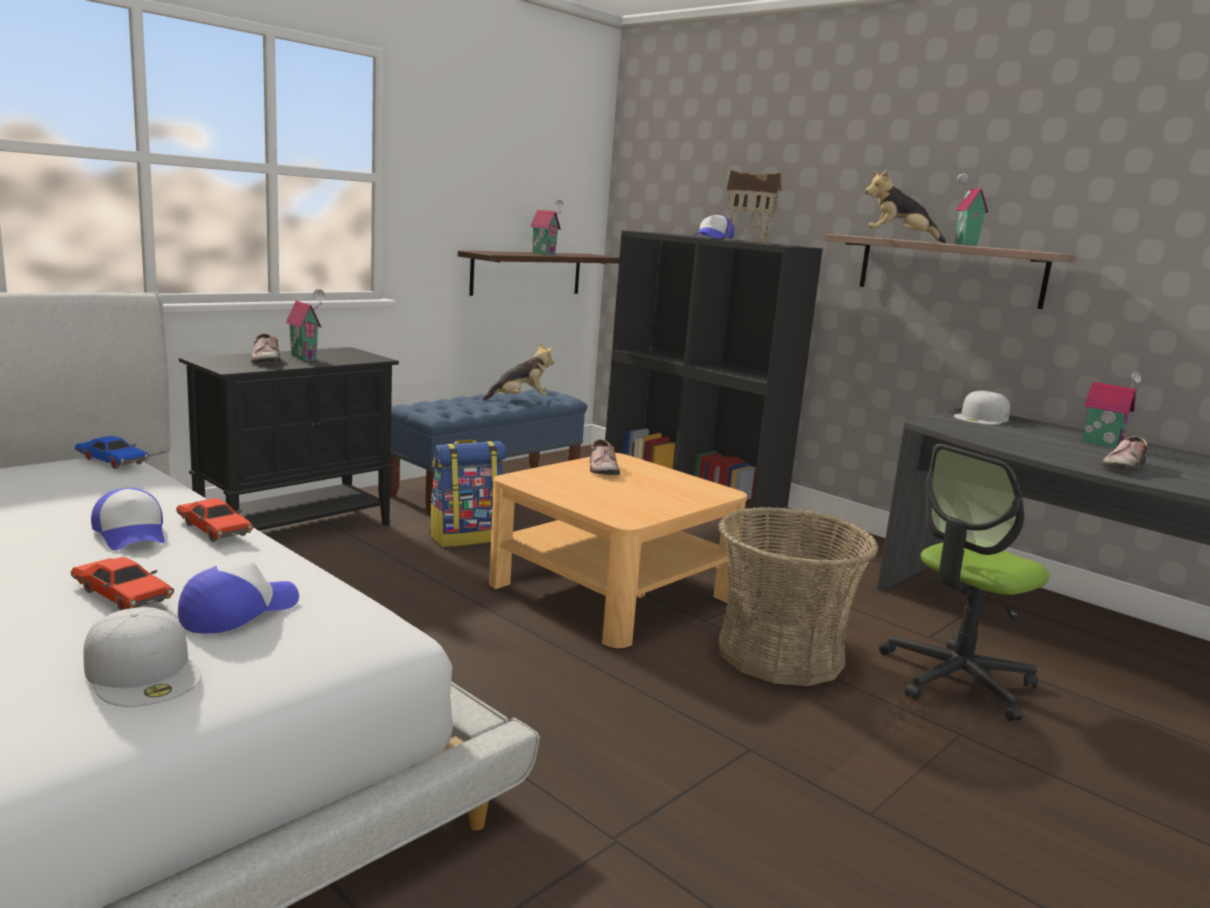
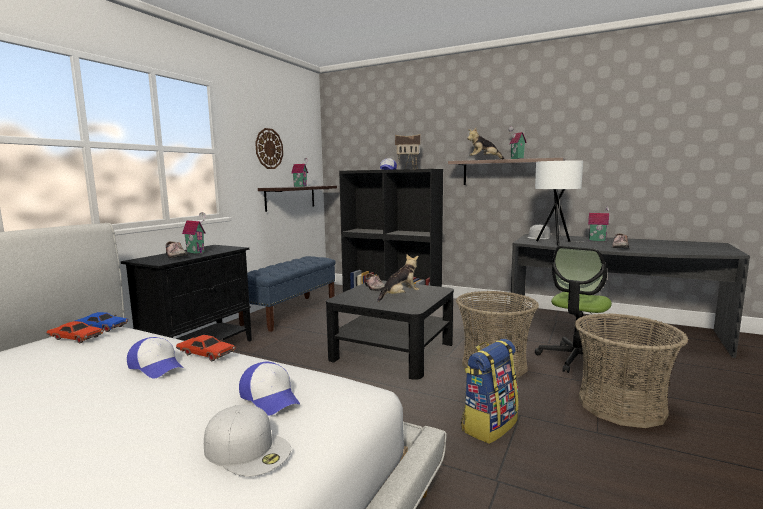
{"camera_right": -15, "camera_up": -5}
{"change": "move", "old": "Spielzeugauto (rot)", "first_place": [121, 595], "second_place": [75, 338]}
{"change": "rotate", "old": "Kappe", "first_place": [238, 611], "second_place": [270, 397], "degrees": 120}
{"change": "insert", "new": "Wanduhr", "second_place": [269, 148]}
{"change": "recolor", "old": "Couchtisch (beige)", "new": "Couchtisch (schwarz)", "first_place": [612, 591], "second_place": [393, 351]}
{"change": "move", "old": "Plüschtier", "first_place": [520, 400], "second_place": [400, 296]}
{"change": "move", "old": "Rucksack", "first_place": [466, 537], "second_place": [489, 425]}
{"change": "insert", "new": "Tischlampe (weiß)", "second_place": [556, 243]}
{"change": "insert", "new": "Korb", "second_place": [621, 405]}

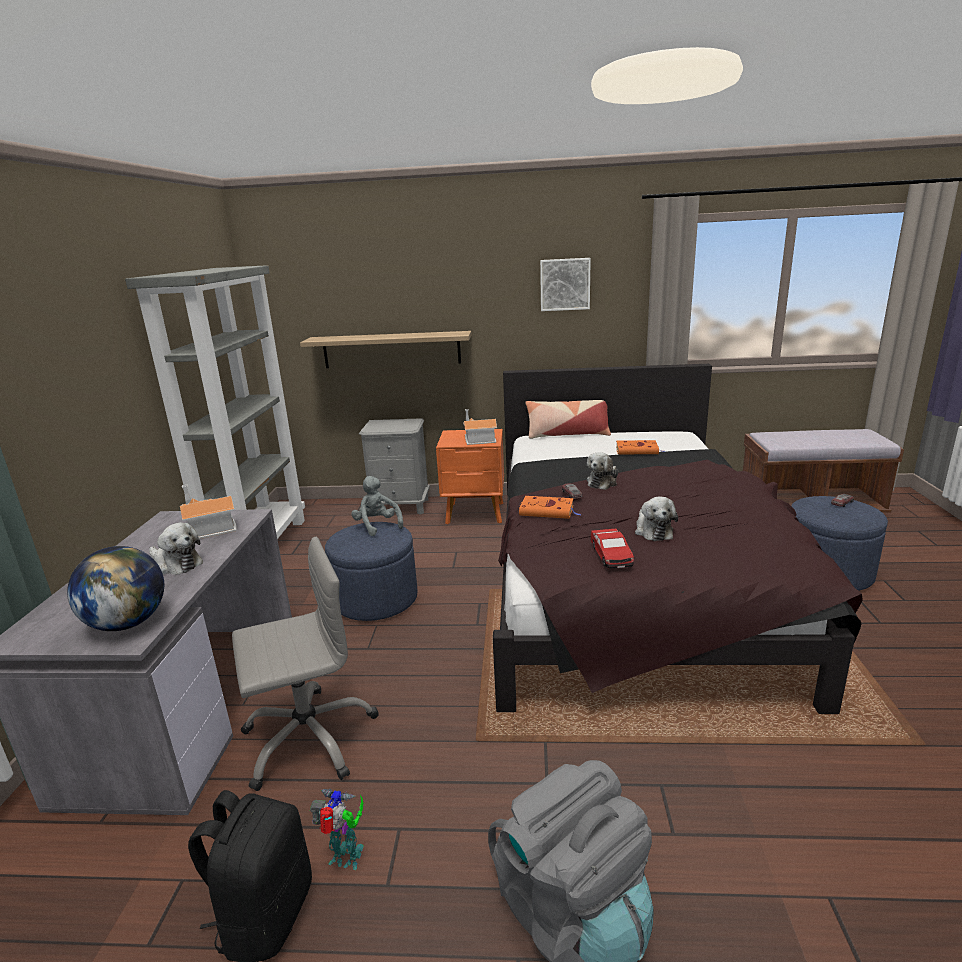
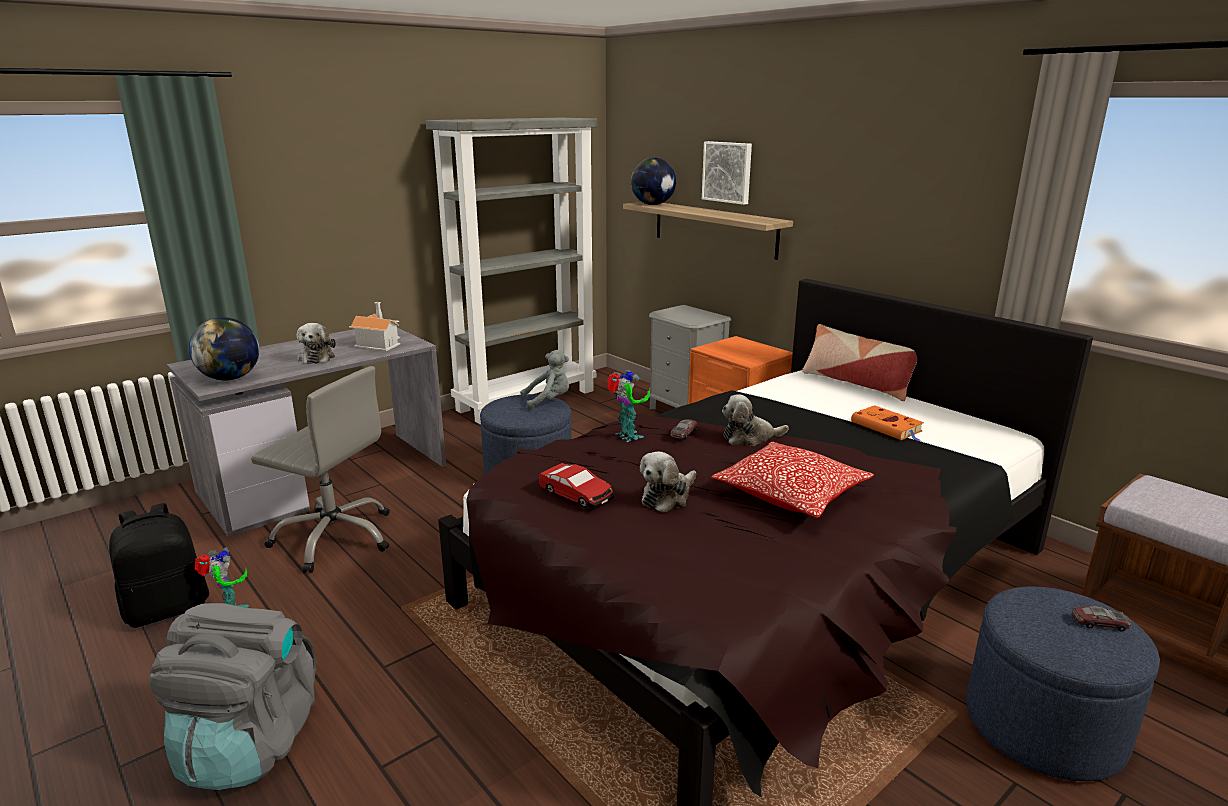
{"camera_right": 45, "camera_up": 0}
{"change": "rotate", "old": "Plüschtier (grau)", "first_place": [377, 525], "second_place": [548, 401], "degrees": 60}
{"change": "rotate", "old": "Spielzeugauto", "first_place": [611, 555], "second_place": [576, 494], "degrees": -90}
{"change": "replace", "old": "Buch (orange)", "new": "Spielzeugroboter", "first_place": [548, 511], "second_place": [627, 437]}
{"change": "insert", "new": "Globus", "second_place": [653, 204]}
{"change": "move", "old": "Bild", "first_place": [565, 284], "second_place": [728, 172]}
{"change": "insert", "new": "Kissen", "second_place": [790, 495]}
{"change": "delete", "old": "Spielzeughaus", "first_place": [477, 439]}

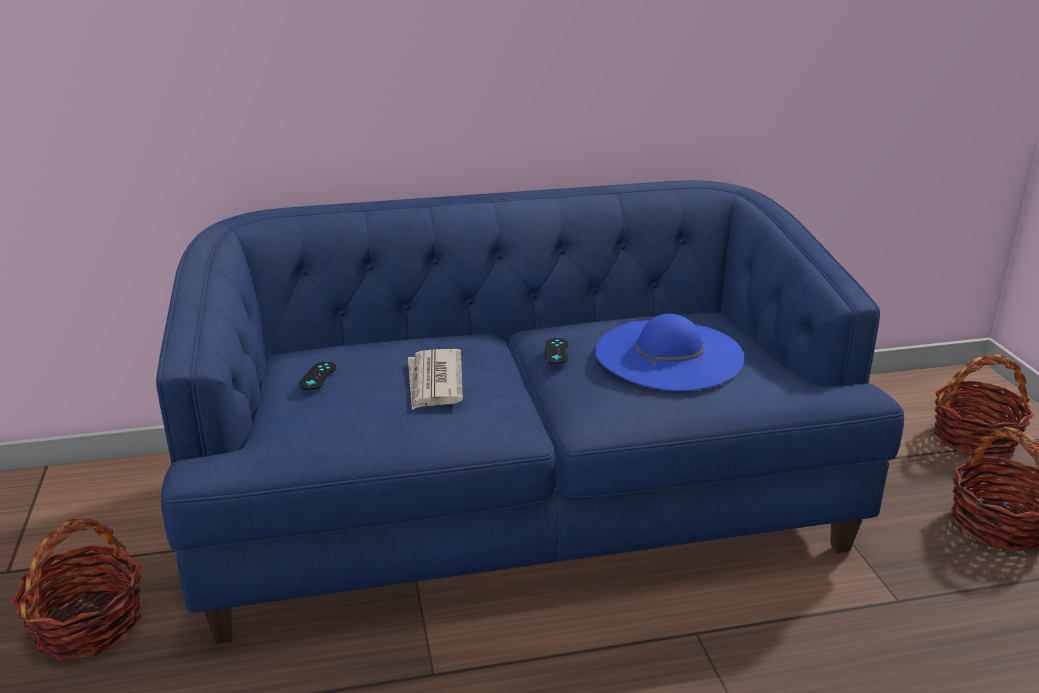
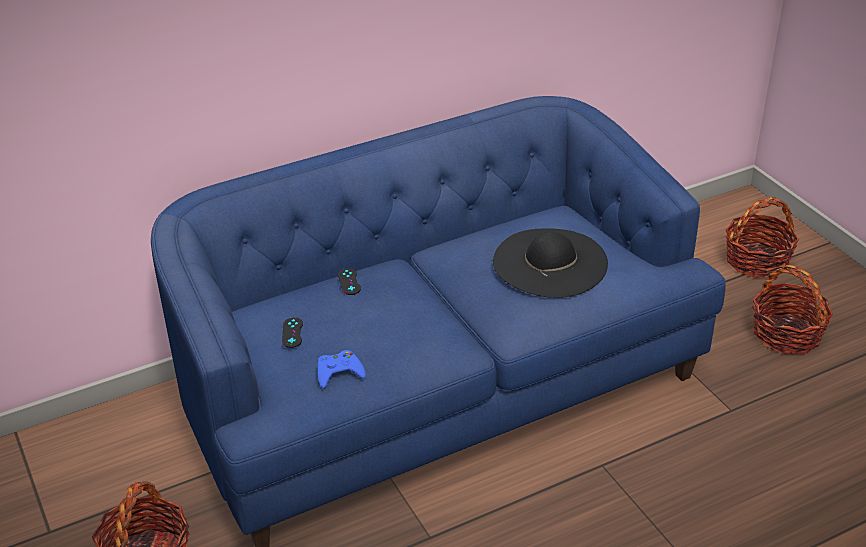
{"camera_right": -15, "camera_up": 10}
{"change": "insert", "new": "Gamepad (blau)", "second_place": [339, 372]}
{"change": "move", "old": "Gamepad (schwarz)", "first_place": [556, 351], "second_place": [349, 282]}
{"change": "recolor", "old": "Hut (blau)", "new": "Hut (schwarz)", "first_place": [668, 354], "second_place": [550, 262]}
{"change": "delete", "old": "Zeitung", "first_place": [434, 382]}

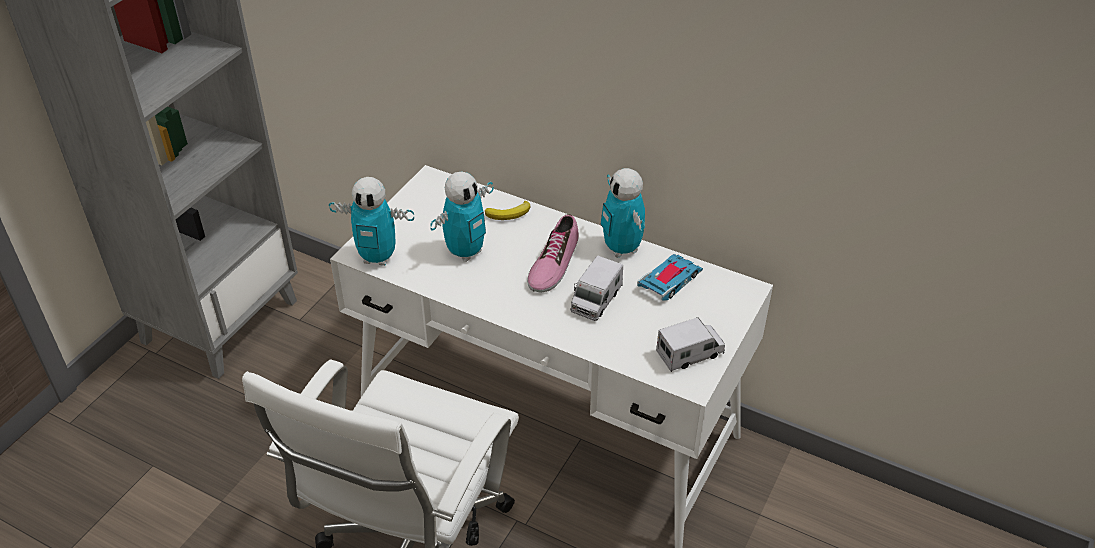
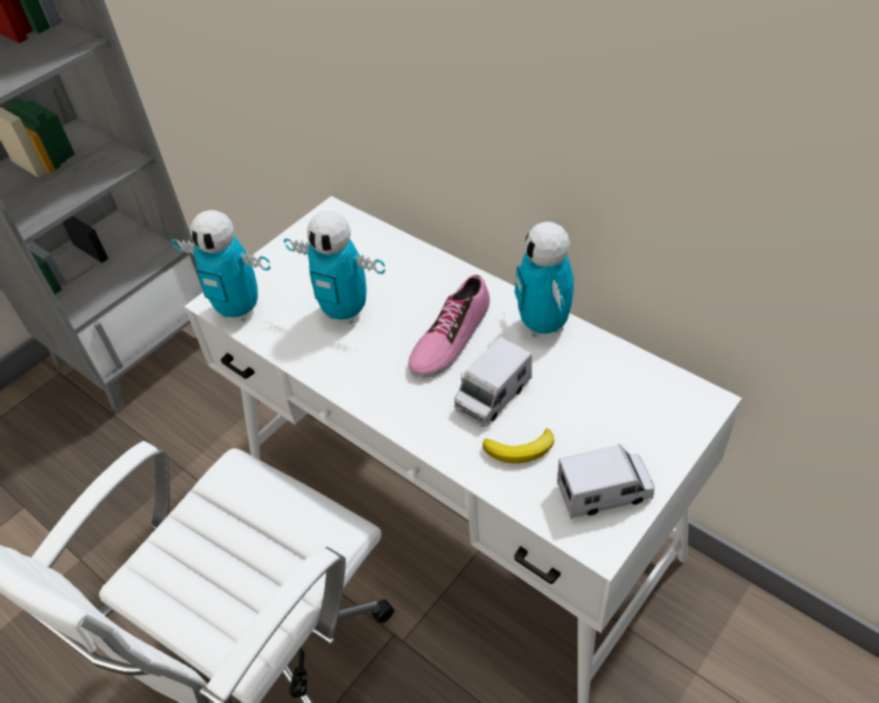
{"camera_right": 15, "camera_up": 5}
{"change": "rotate", "old": "Spielzeugroboter", "first_place": [465, 252], "second_place": [345, 312], "degrees": 60}
{"change": "move", "old": "Banane", "first_place": [509, 214], "second_place": [521, 450]}
{"change": "delete", "old": "Spielzeugauto", "first_place": [670, 280]}

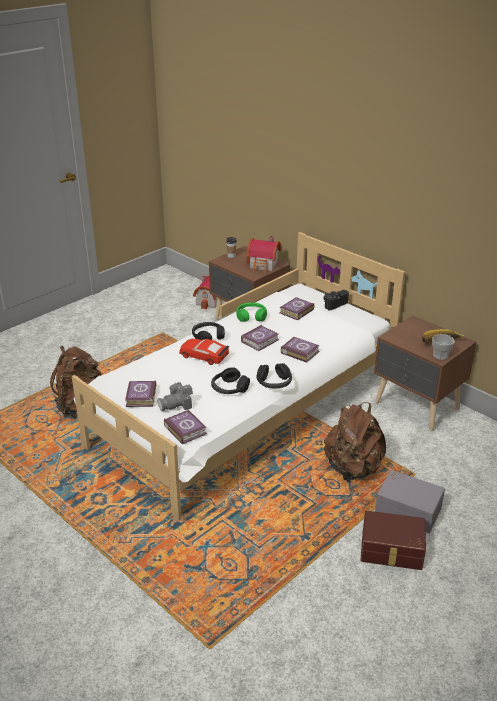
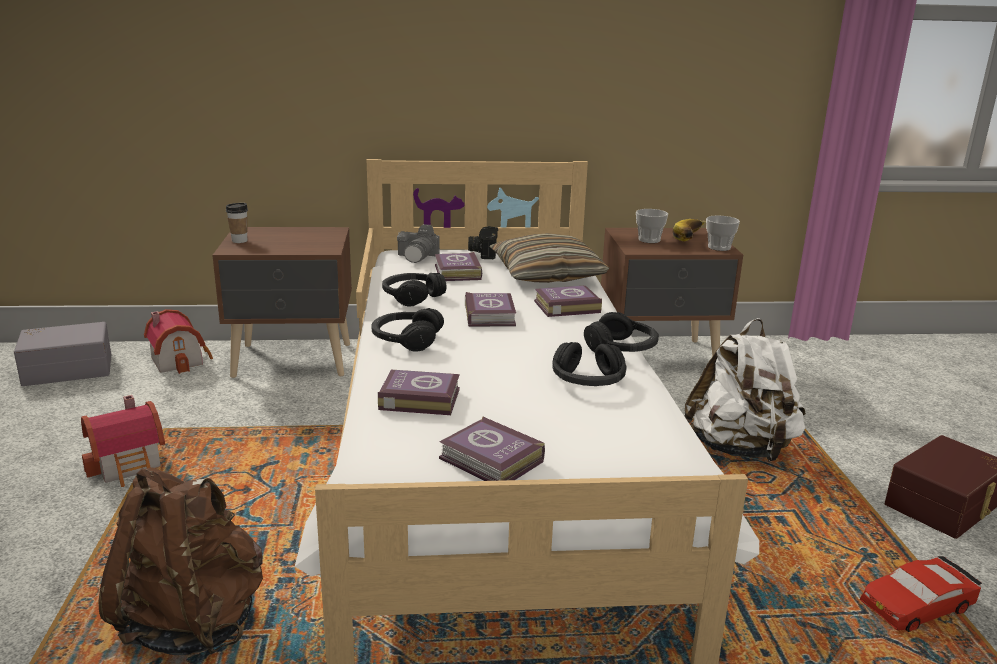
{"camera_right": -50, "camera_up": -10}
{"change": "move", "old": "Aufbewahrungsbox (grau)", "first_place": [408, 509], "second_place": [68, 368]}
{"change": "move", "old": "Spielzeughaus", "first_place": [264, 265], "second_place": [130, 465]}
{"change": "move", "old": "Buch", "first_place": [185, 429], "second_place": [418, 398]}
{"change": "recolor", "old": "Kopfhörer (grün)", "new": "Kopfhörer (schwarz)", "first_place": [251, 316], "second_place": [412, 297]}
{"change": "move", "old": "Kamera", "first_place": [177, 404], "second_place": [418, 256]}
{"change": "insert", "new": "Kissen", "second_place": [546, 274]}
{"change": "insert", "new": "Tasse", "second_place": [649, 240]}
{"change": "recolor", "old": "Rucksack (braun)", "new": "Rucksack (weiß)", "first_place": [352, 469], "second_place": [739, 449]}
{"change": "move", "old": "Spielzeugauto (rot)", "first_place": [204, 356], "second_place": [916, 605]}

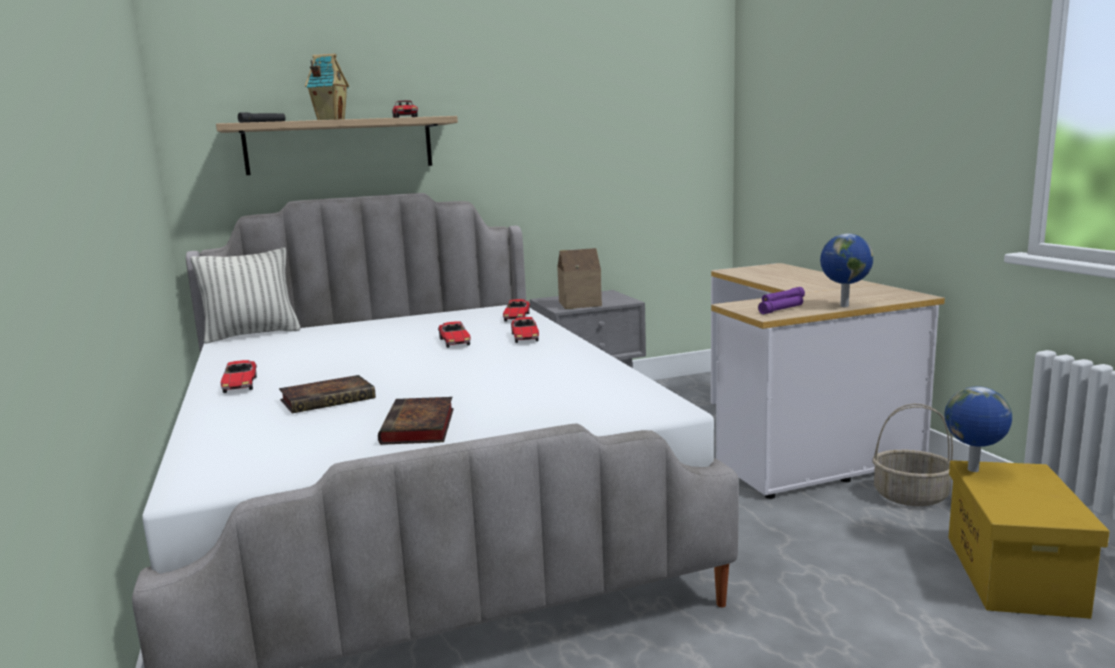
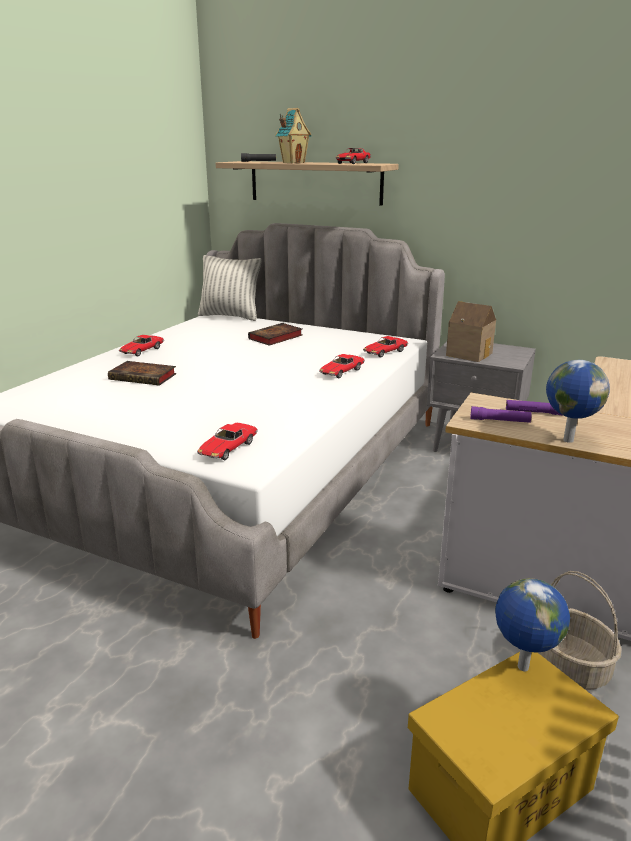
{"camera_right": 45, "camera_up": 10}
{"change": "move", "old": "Spielzeugauto", "first_place": [455, 342], "second_place": [227, 449]}
{"change": "move", "old": "Buch", "first_place": [419, 427], "second_place": [275, 338]}

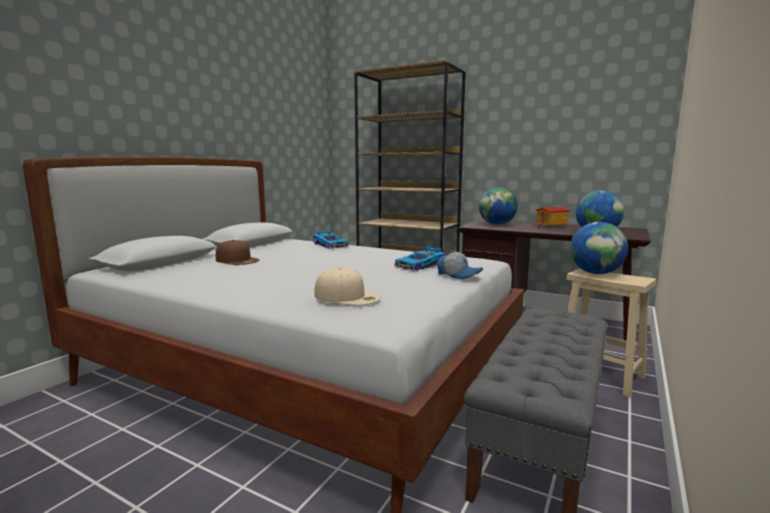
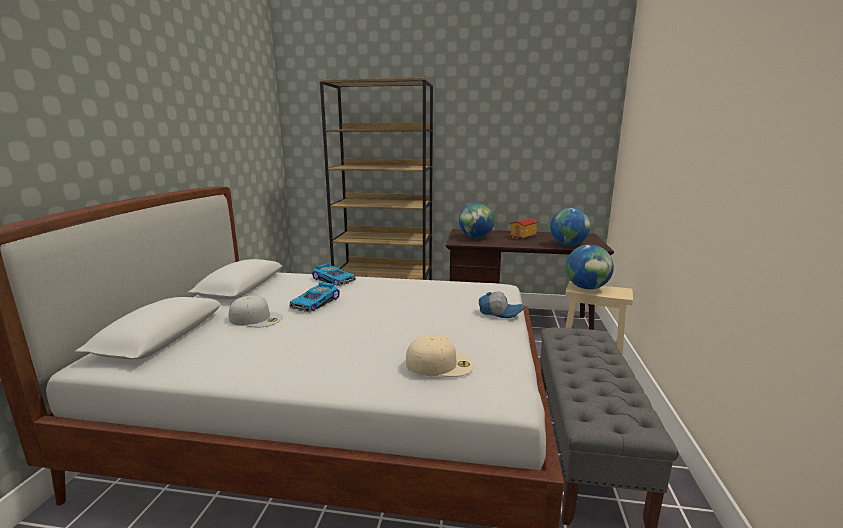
{"camera_right": -20, "camera_up": 5}
{"change": "recolor", "old": "Kappe (braun)", "new": "Kappe (weiß)", "first_place": [237, 260], "second_place": [256, 318]}
{"change": "move", "old": "Spielzeugauto", "first_place": [421, 265], "second_place": [316, 303]}

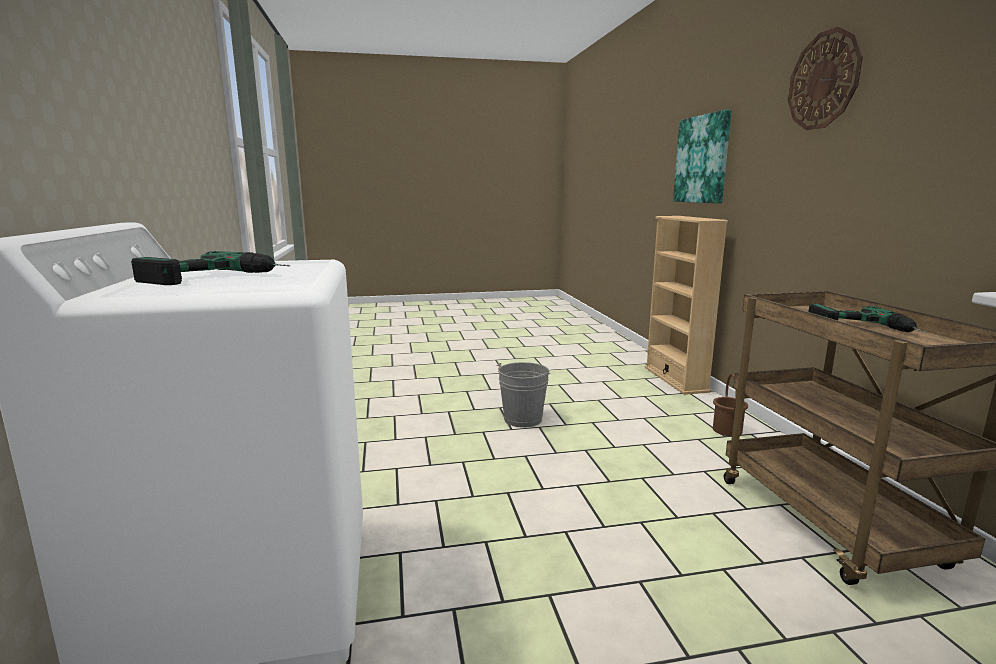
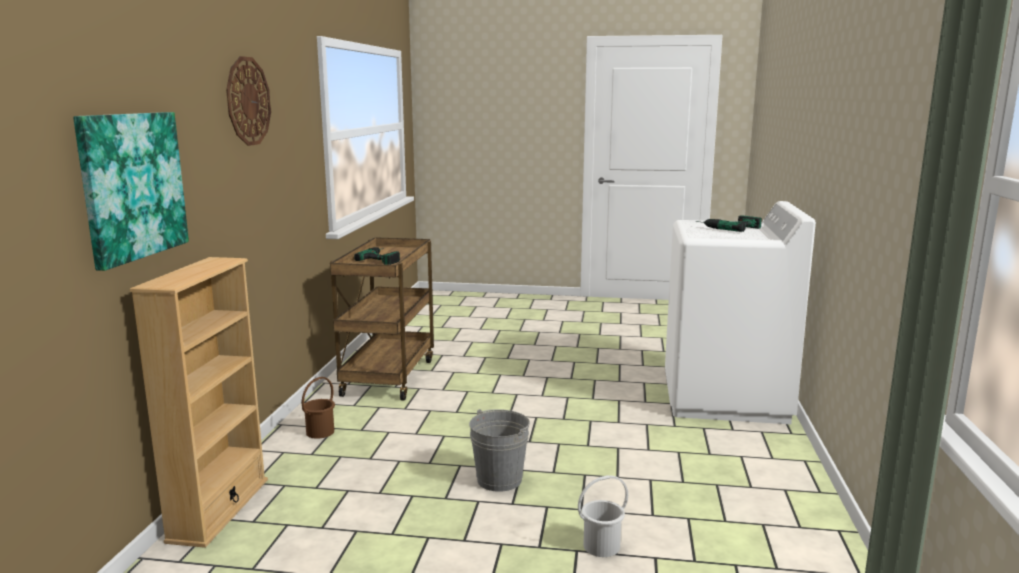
{"camera_right": -160, "camera_up": 0}
{"change": "insert", "new": "Eimer (weiß)", "second_place": [602, 546]}

